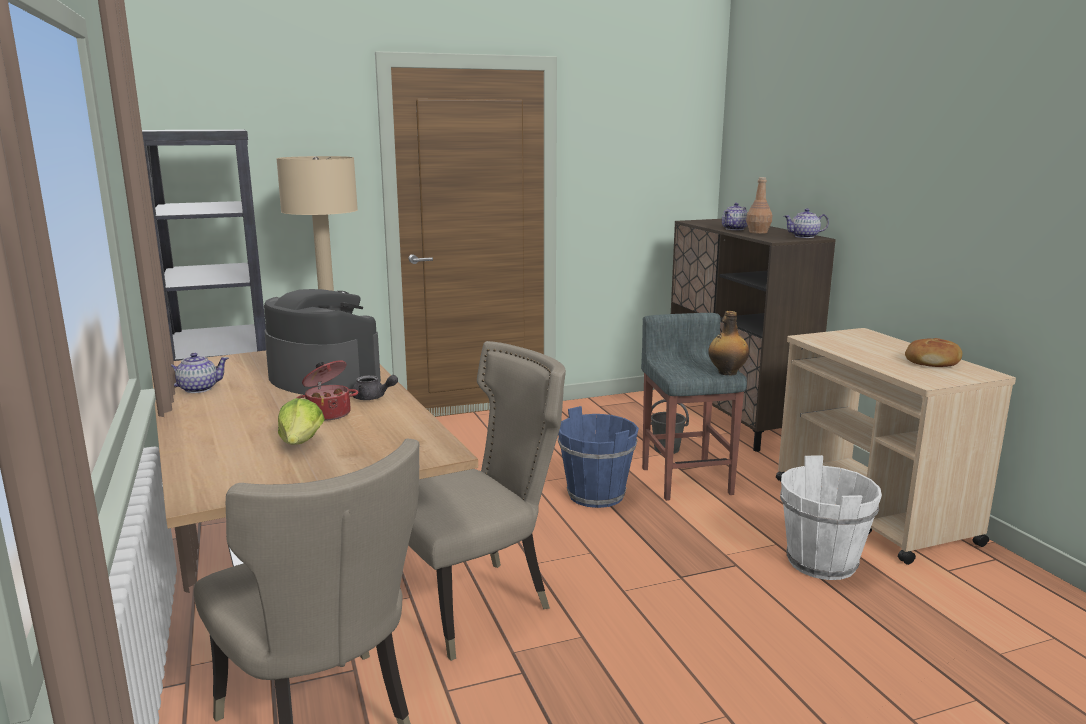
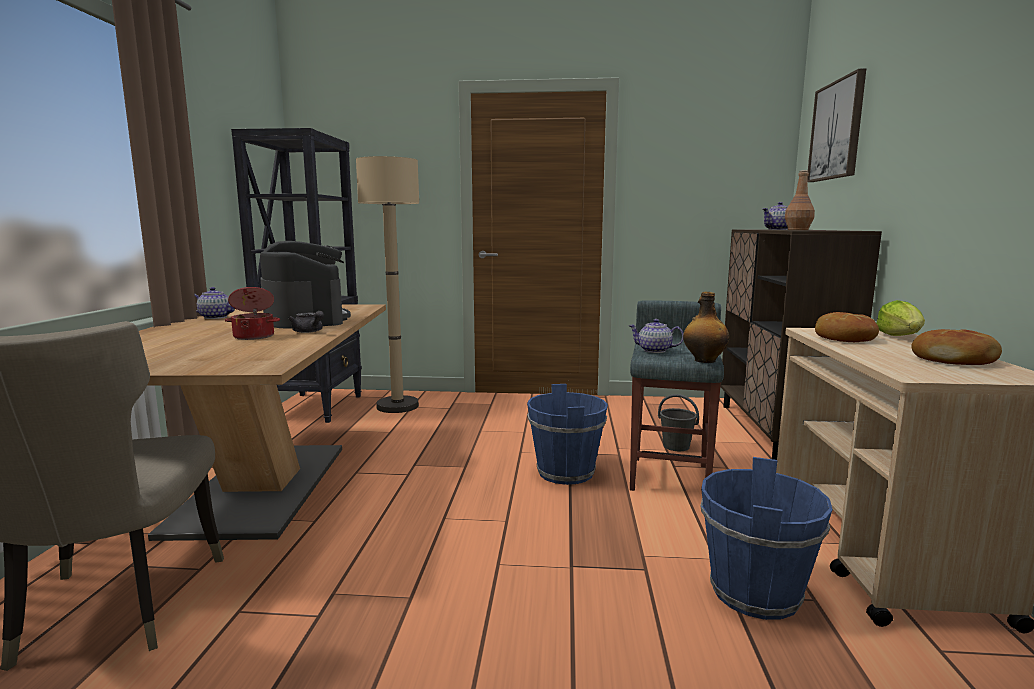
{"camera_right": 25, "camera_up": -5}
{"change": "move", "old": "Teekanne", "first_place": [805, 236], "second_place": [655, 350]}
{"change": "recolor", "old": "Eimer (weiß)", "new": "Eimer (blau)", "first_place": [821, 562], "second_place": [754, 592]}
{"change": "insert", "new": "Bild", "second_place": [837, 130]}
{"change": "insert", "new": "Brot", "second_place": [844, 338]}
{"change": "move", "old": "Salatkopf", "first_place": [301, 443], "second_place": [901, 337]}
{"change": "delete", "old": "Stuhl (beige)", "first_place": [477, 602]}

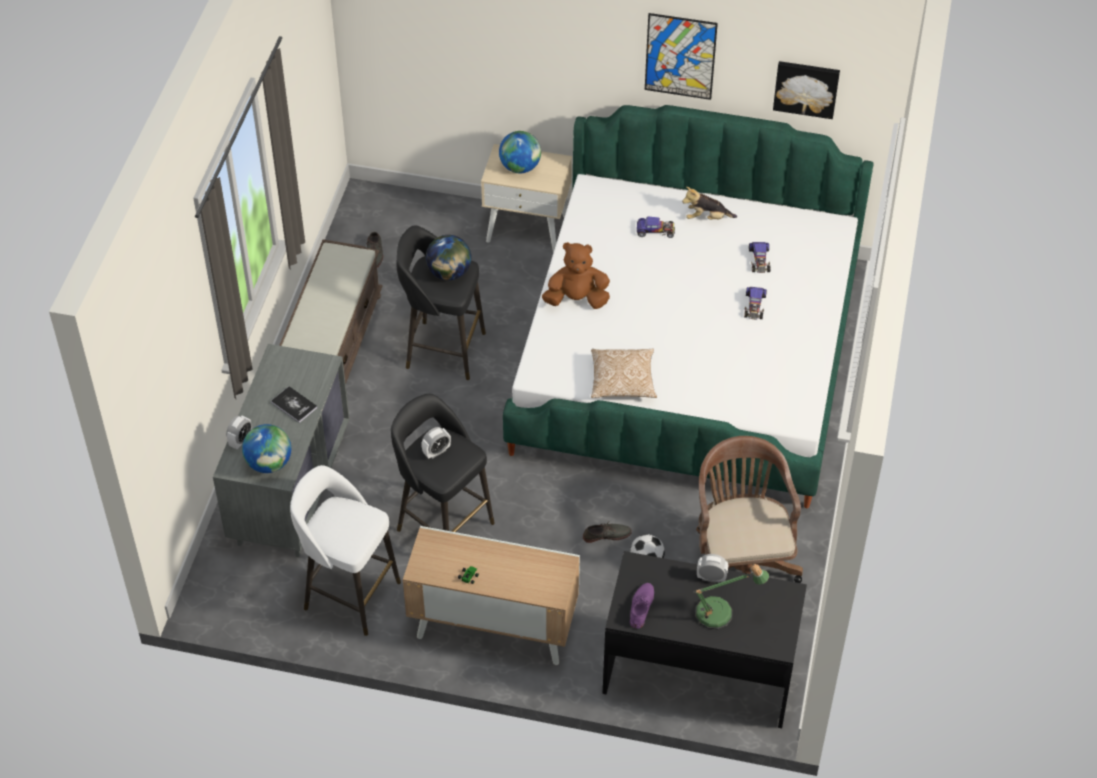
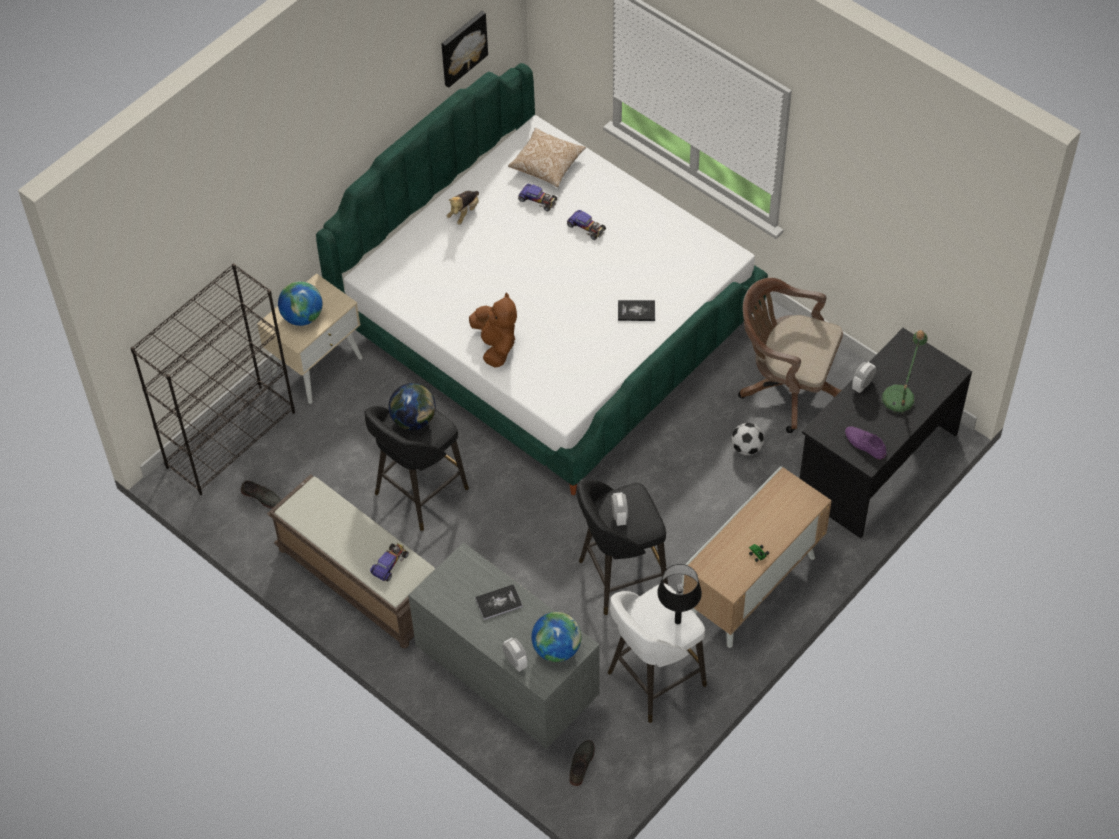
{"camera_right": -60, "camera_up": 5}
{"change": "insert", "new": "Bücherregal (schwarz)", "second_place": [231, 439]}
{"change": "move", "old": "Spielzeugauto", "first_place": [655, 231], "second_place": [390, 564]}
{"change": "rotate", "old": "Plüschtier (braun)", "first_place": [576, 299], "second_place": [495, 345], "degrees": 135}
{"change": "move", "old": "Kissen", "first_place": [622, 382], "second_place": [546, 165]}
{"change": "move", "old": "Schuh (grau)", "first_place": [606, 534], "second_place": [581, 763]}
{"change": "insert", "new": "Buch", "second_place": [636, 311]}
{"change": "insert", "new": "Tischlampe (schwarz)", "second_place": [677, 621]}
{"change": "delete", "old": "Bild", "first_place": [680, 56]}

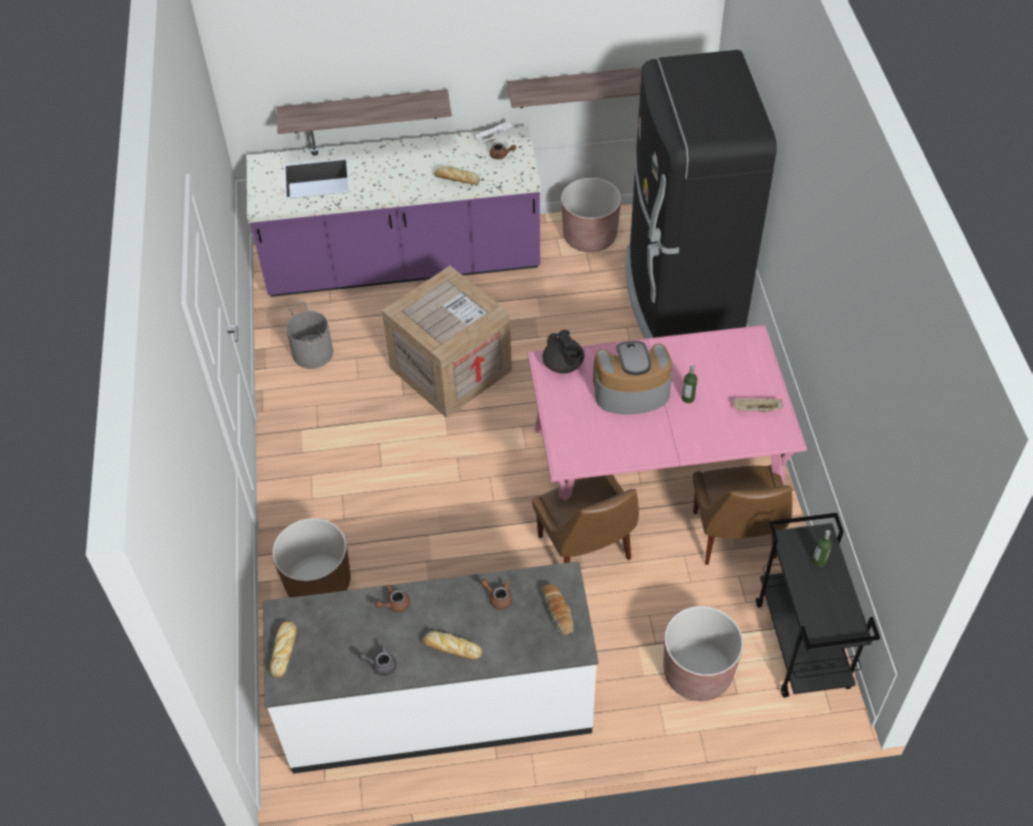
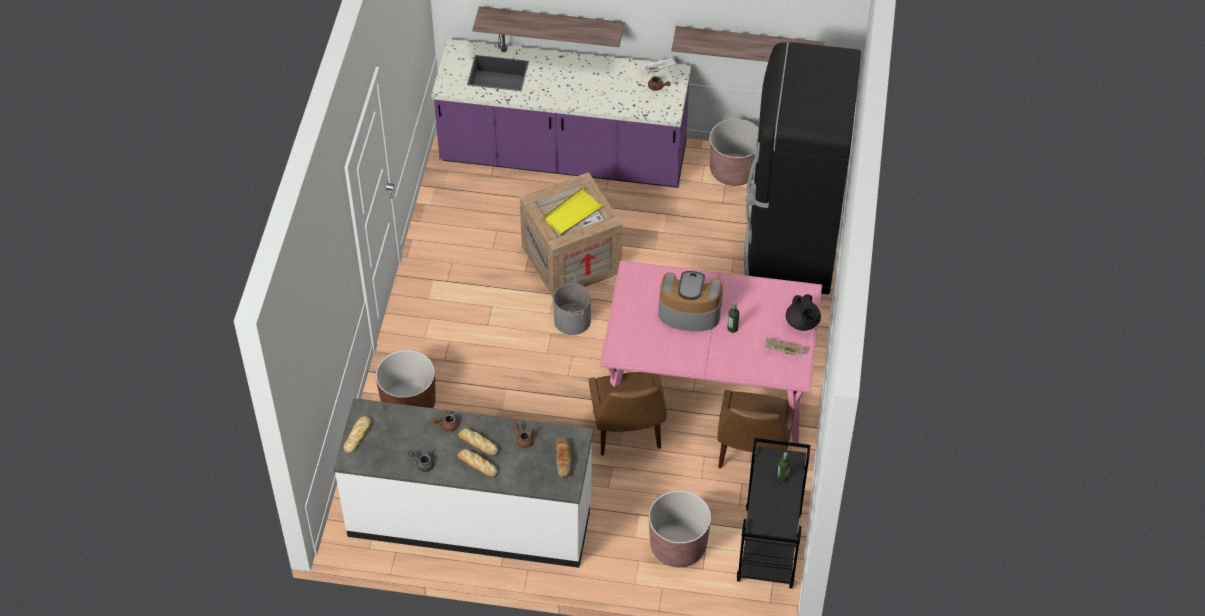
{"camera_right": 15, "camera_up": 0}
{"change": "move", "old": "Brot", "first_place": [456, 179], "second_place": [477, 444]}
{"change": "insert", "new": "Tablett (gelb)", "second_place": [572, 214]}
{"change": "move", "old": "Eimer (grau)", "first_place": [313, 353], "second_place": [573, 320]}
{"change": "move", "old": "Teekanne (schwarz)", "first_place": [563, 365], "second_place": [802, 323]}

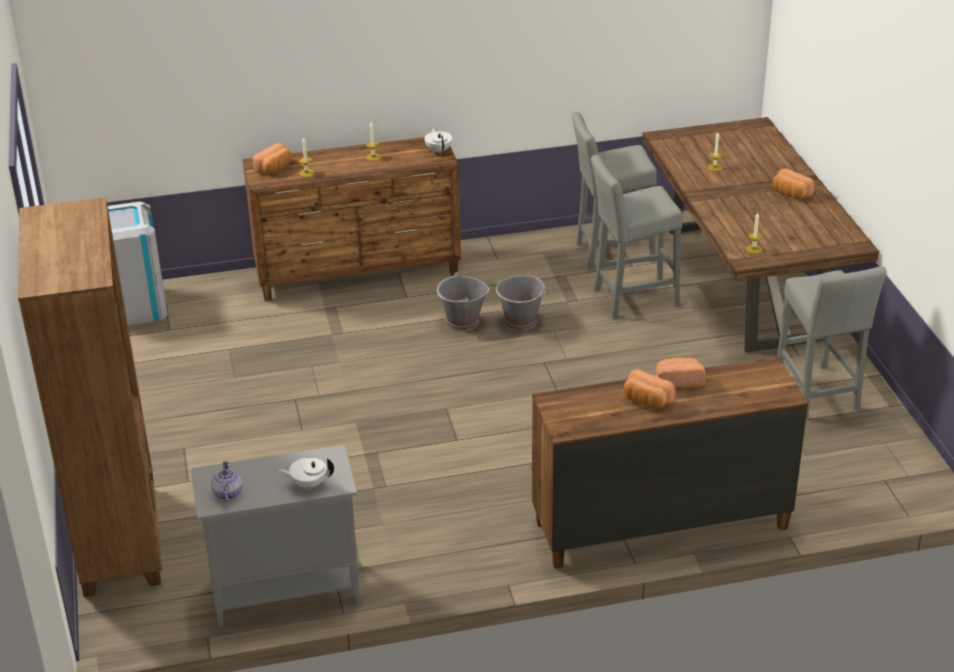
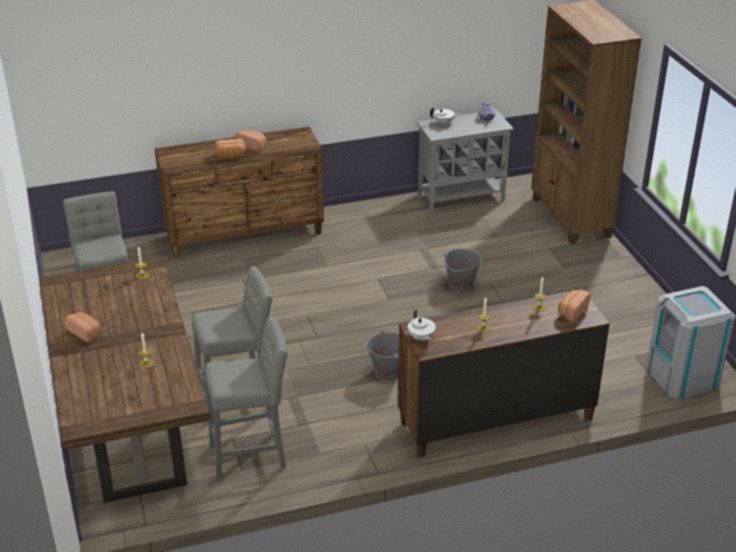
{"camera_right": 175, "camera_up": 0}
{"change": "move", "old": "Eimer (grau)", "first_place": [521, 322], "second_place": [460, 284]}

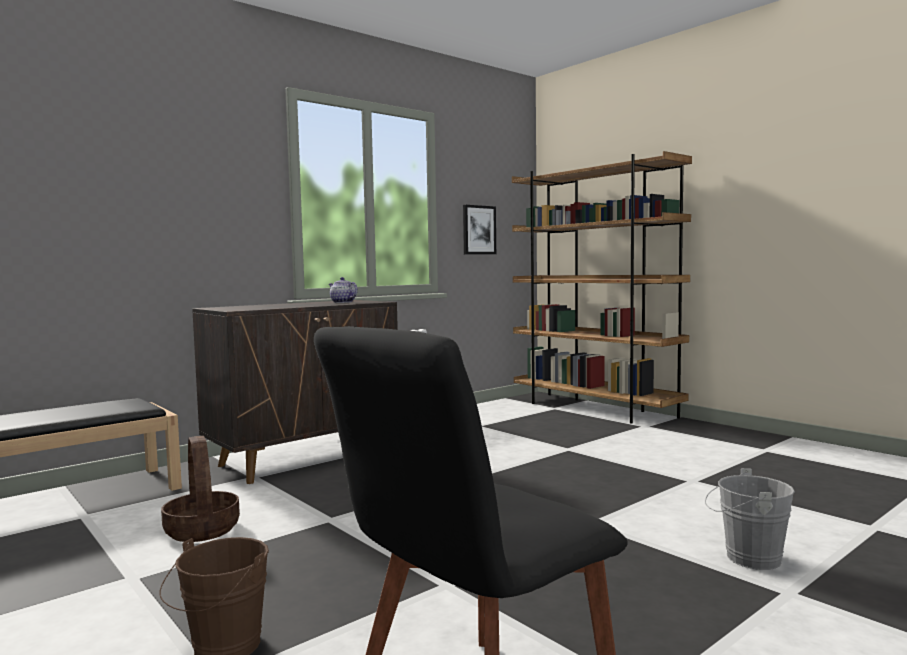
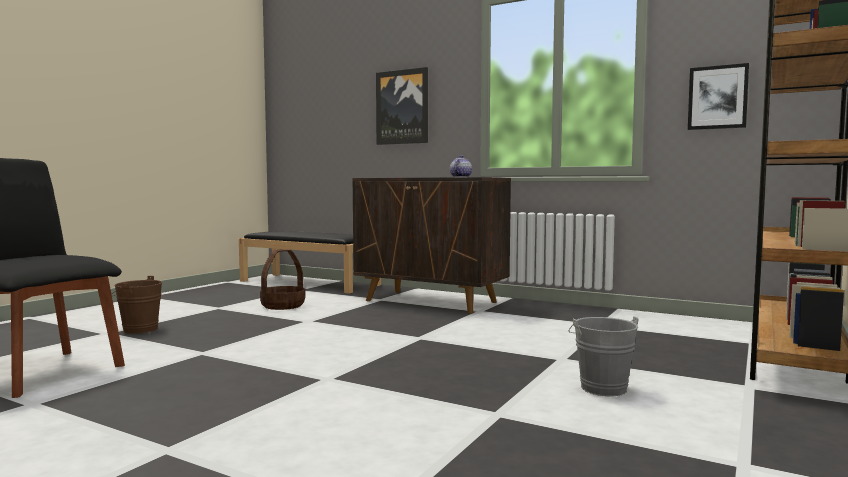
{"camera_right": 70, "camera_up": 0}
{"change": "insert", "new": "Bild", "second_place": [402, 107]}
{"change": "move", "old": "Eimer (grau)", "first_place": [747, 558], "second_place": [601, 386]}

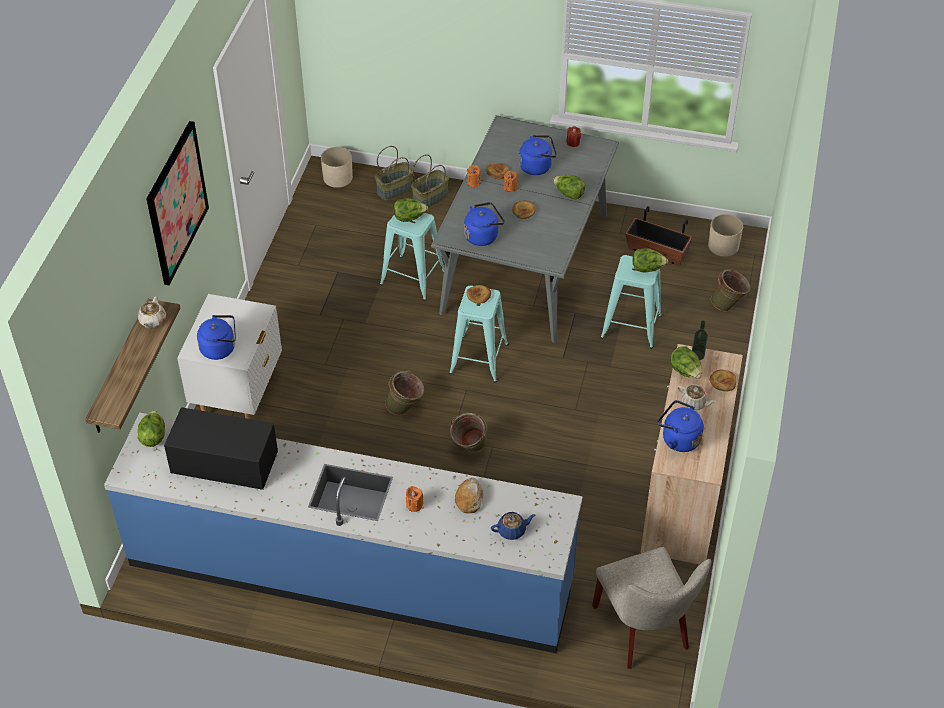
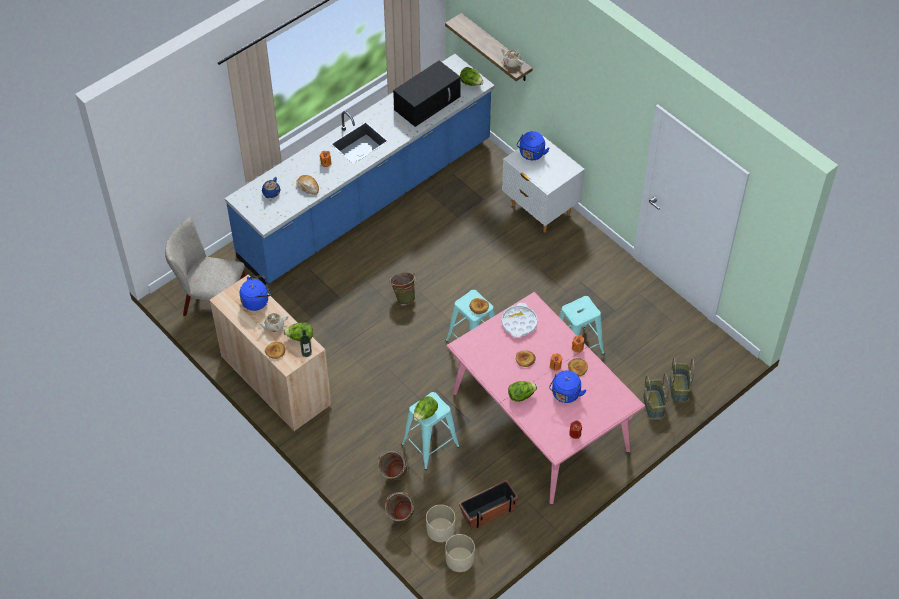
{"camera_right": 125, "camera_up": 5}
{"change": "move", "old": "Eimer (grün)", "first_place": [405, 408], "second_place": [393, 477]}
{"change": "move", "old": "Pflanzkübel (beige)", "first_place": [338, 177], "second_place": [440, 530]}
{"change": "recolor", "old": "Esstisch (grau)", "new": "Esstisch (rosa)", "first_place": [525, 262], "second_place": [541, 421]}
{"change": "replace", "old": "Wasserkessel (blau)", "new": "Tablett (weiß)", "first_place": [483, 236], "second_place": [519, 323]}
{"change": "delete", "old": "Bild", "first_place": [176, 203]}
{"change": "delete", "old": "Salatkopf", "first_place": [409, 218]}

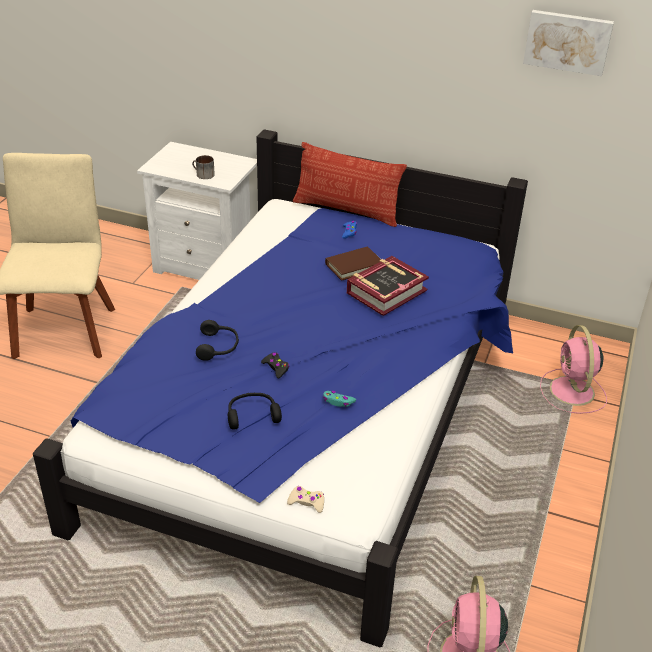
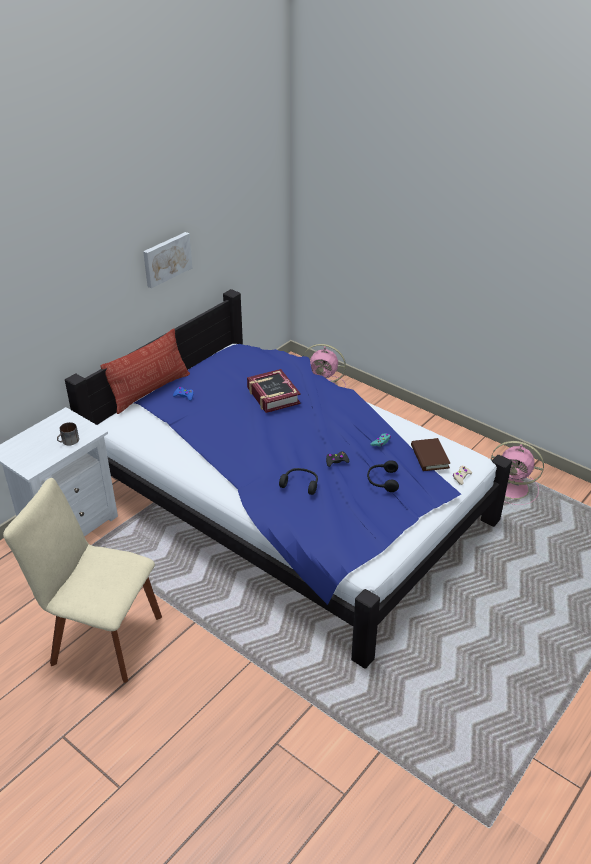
{"camera_right": -70, "camera_up": 0}
{"change": "move", "old": "Bild", "first_place": [568, 41], "second_place": [166, 259]}
{"change": "move", "old": "Buch (braun)", "first_place": [354, 266], "second_place": [429, 457]}

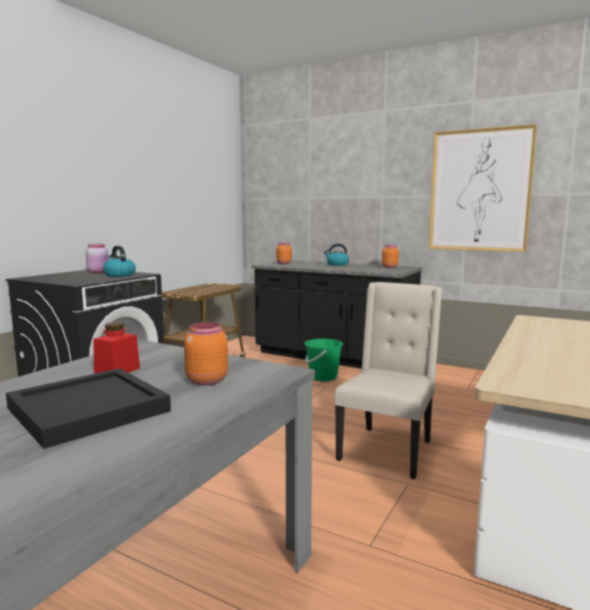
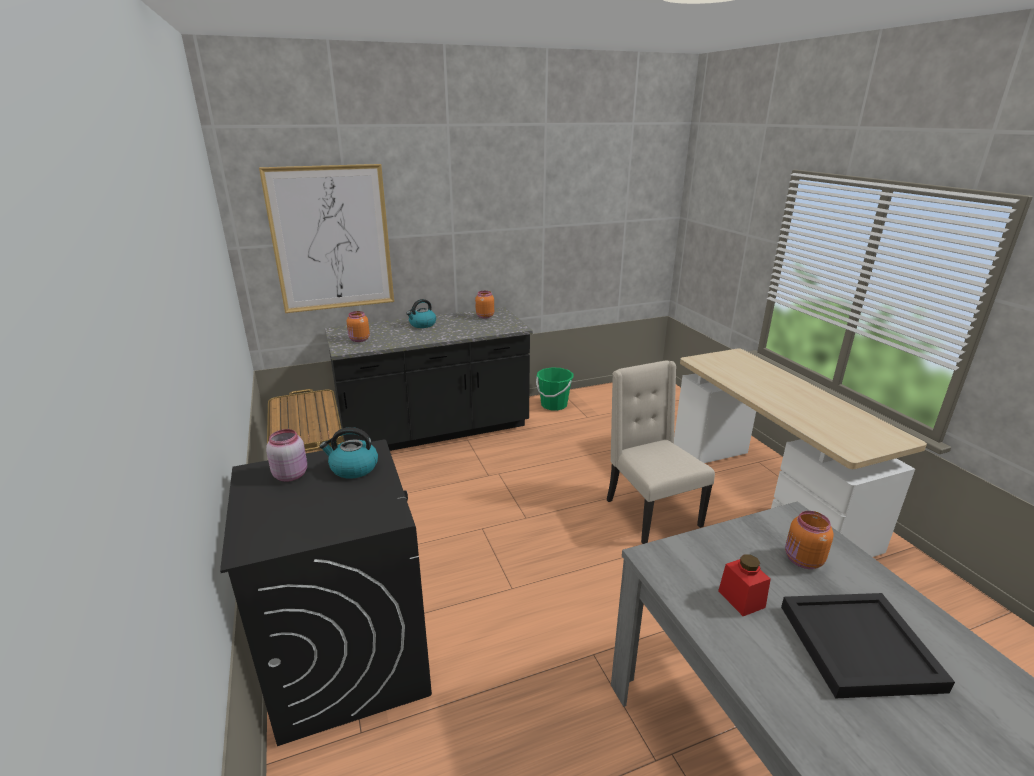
{"camera_right": -50, "camera_up": 15}
{"change": "move", "old": "Bild", "first_place": [479, 190], "second_place": [331, 239]}
{"change": "move", "old": "Eimer (grün)", "first_place": [323, 377], "second_place": [554, 405]}

